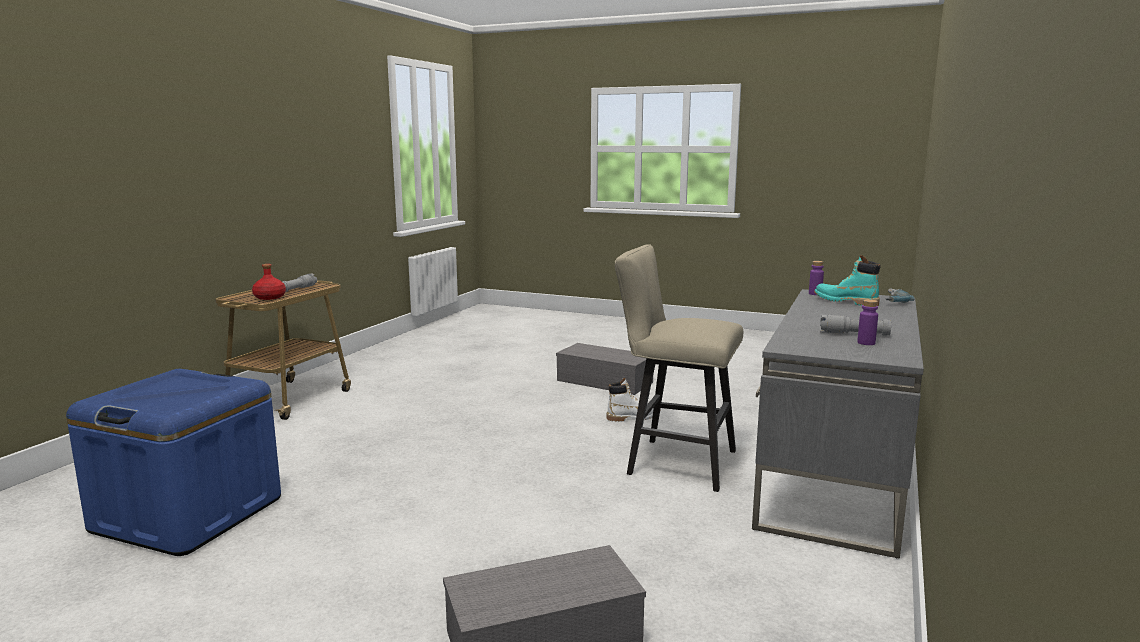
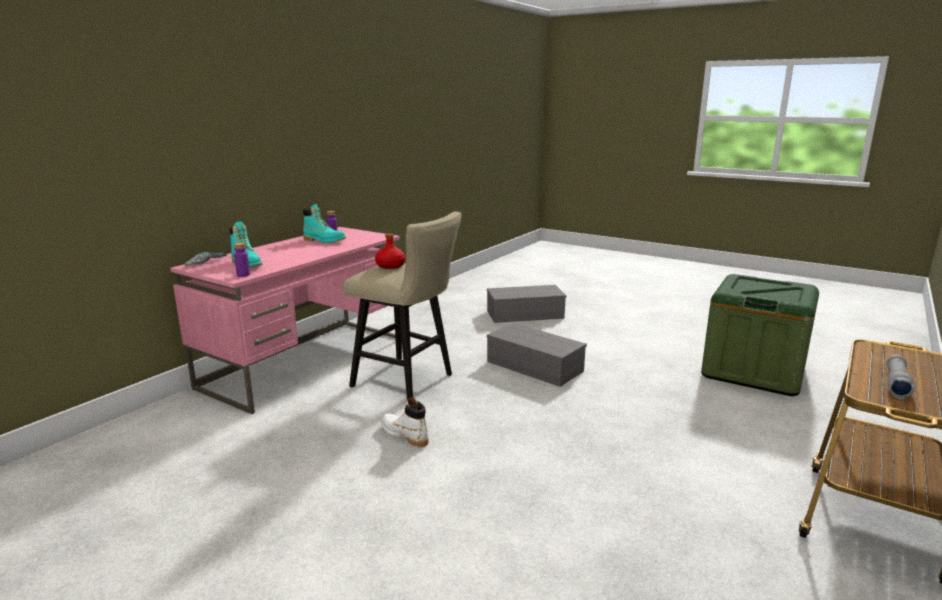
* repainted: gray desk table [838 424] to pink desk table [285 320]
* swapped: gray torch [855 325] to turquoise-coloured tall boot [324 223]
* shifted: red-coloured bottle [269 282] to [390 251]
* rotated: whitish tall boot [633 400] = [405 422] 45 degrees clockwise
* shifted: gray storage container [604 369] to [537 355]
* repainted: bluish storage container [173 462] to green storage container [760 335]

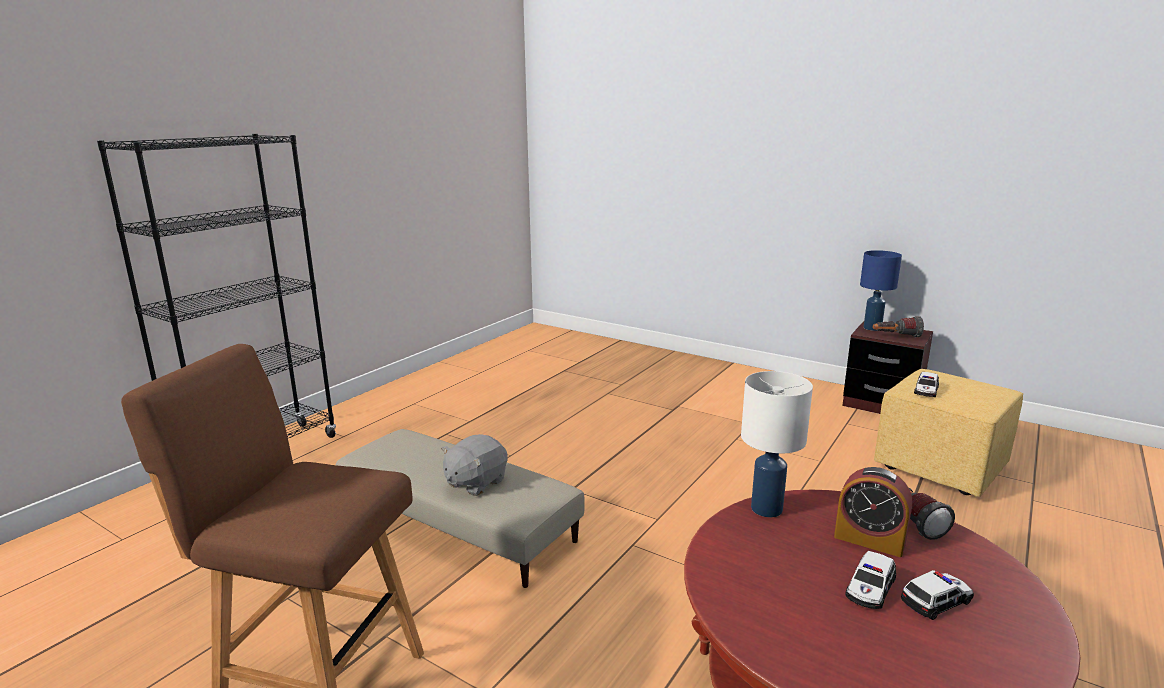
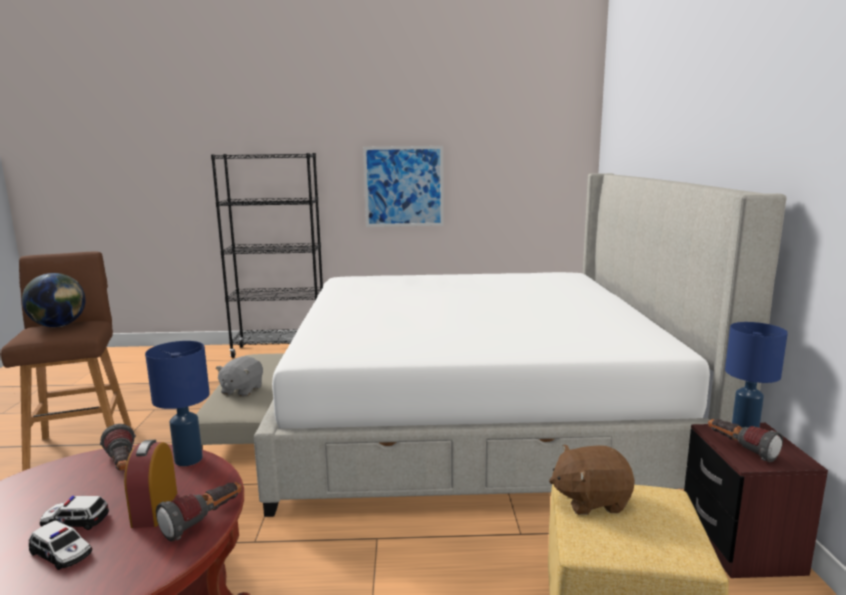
* new: globe [53 300]
* new: torch [118 447]
* repainted: whitish tabletop lamp [777 444] to bluish tabletop lamp [177 403]
* rotated: gray cuddly toy [474 465] = [239 376] 75 degrees counterclockwise
* new: sleeping bed [519 345]
* new: wall art [403 186]
* swapped: miniature car [926 384] to brown cuddly toy [592 479]

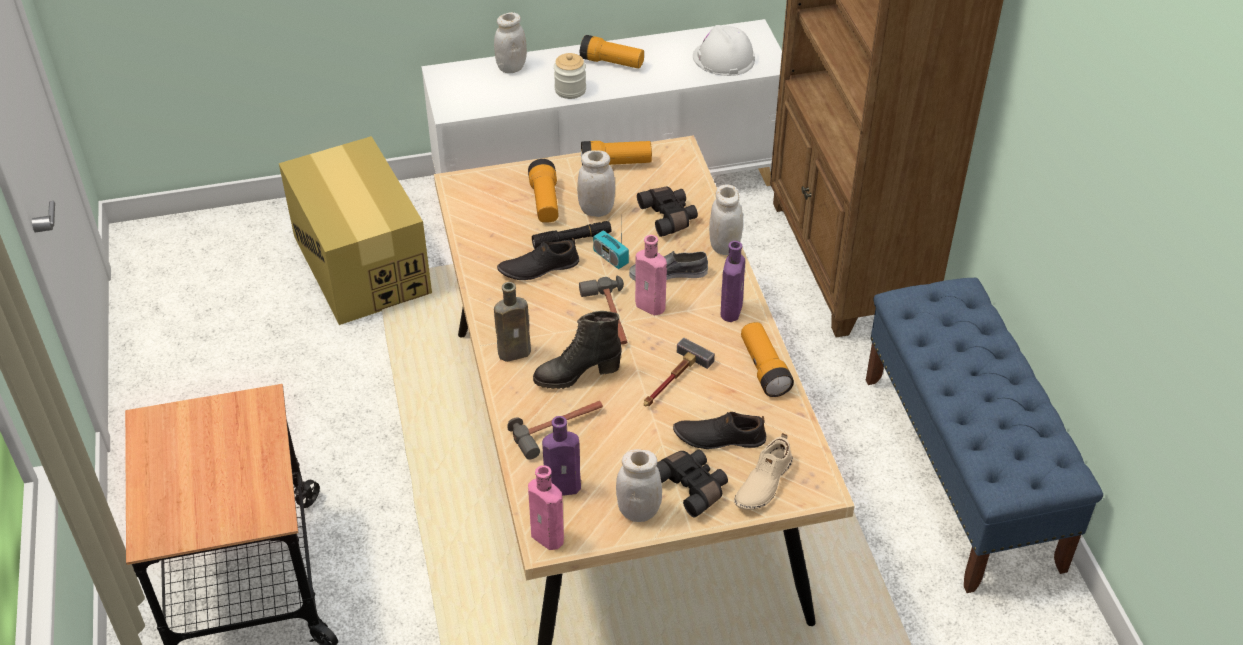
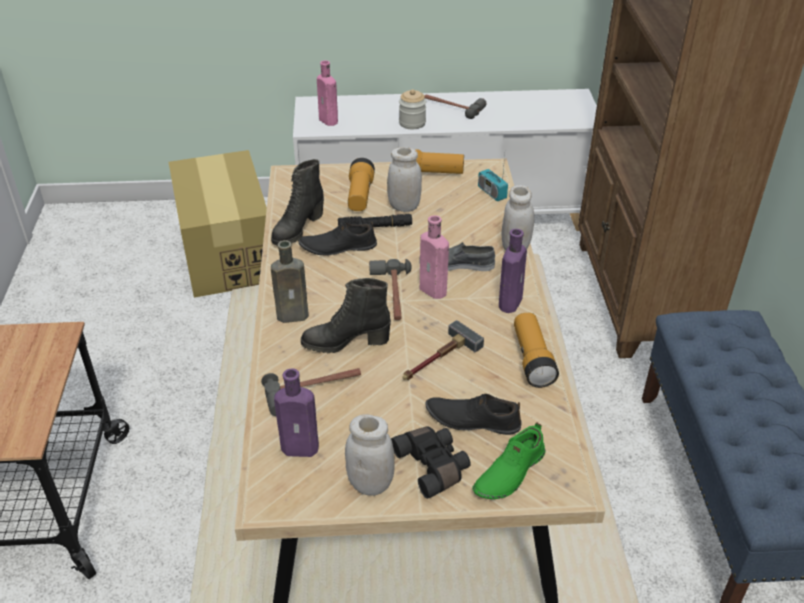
* new: blackish tall boot [297 202]
* shifted: pink bottle [546 507] to [327 93]
* swapped: torch [612 52] to hand hammer [455 106]
* repainted: beige item of footwear [763 471] to green item of footwear [508 460]
* shifted: radio receiver [611 245] to [493 178]
* gone: whitish preserve jar [510 42]
* gone: blackish pair of binoculars [667 212]
* gone: whitish safety helmet [724 50]

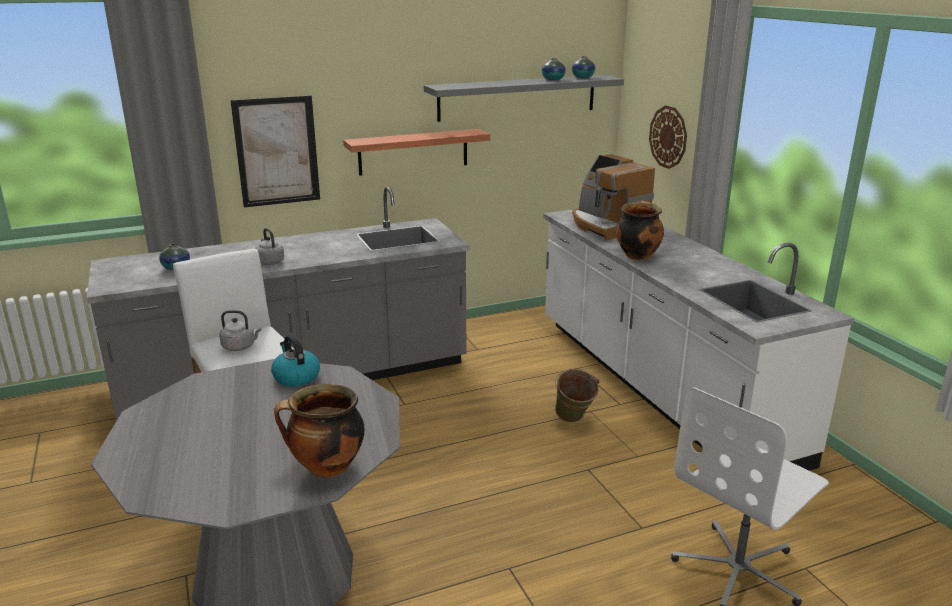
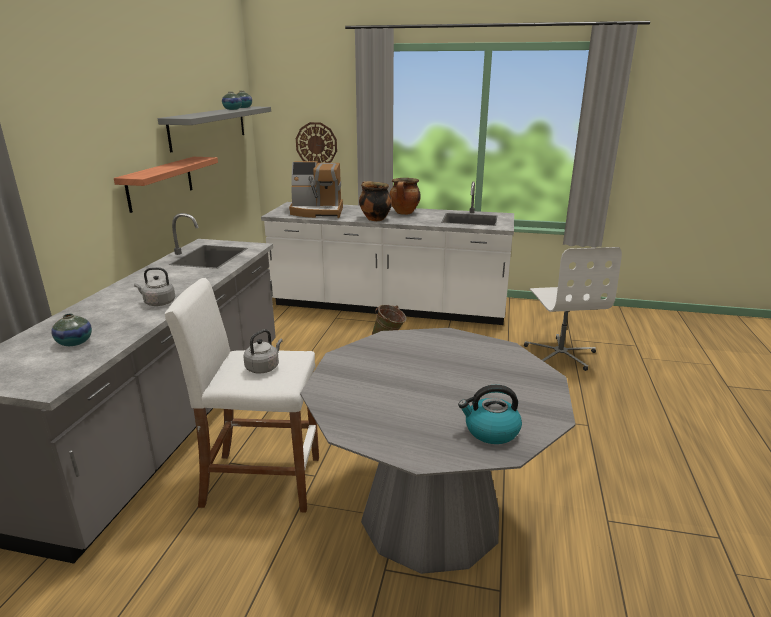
* shifted: stockpot [319 430] to [405 196]
* shifted: kettle [295 361] to [490 414]
* gone: wall art [275 151]

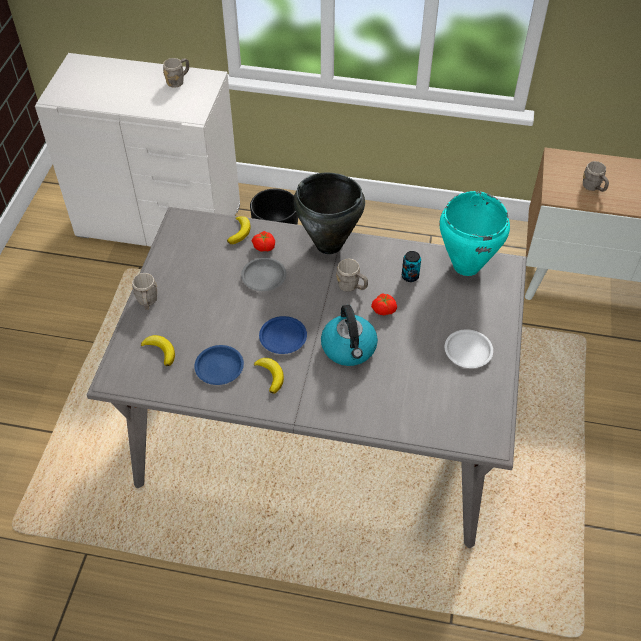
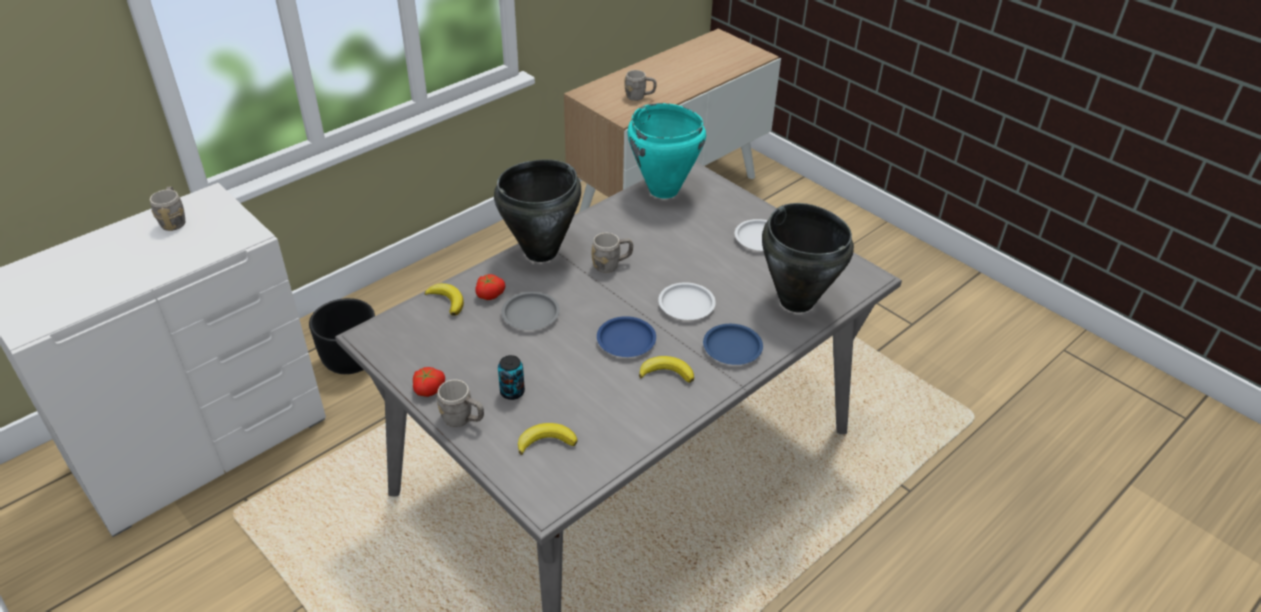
* shifted: whole tomato [384 304] to [429 382]
* shifted: can [411 266] to [511 377]
* swapped: kettle [349 335] to whitish flat dish [687 301]
* shifted: bluish flat dish [219 365] to [733 344]
* new: blackish stockpot [808 257]

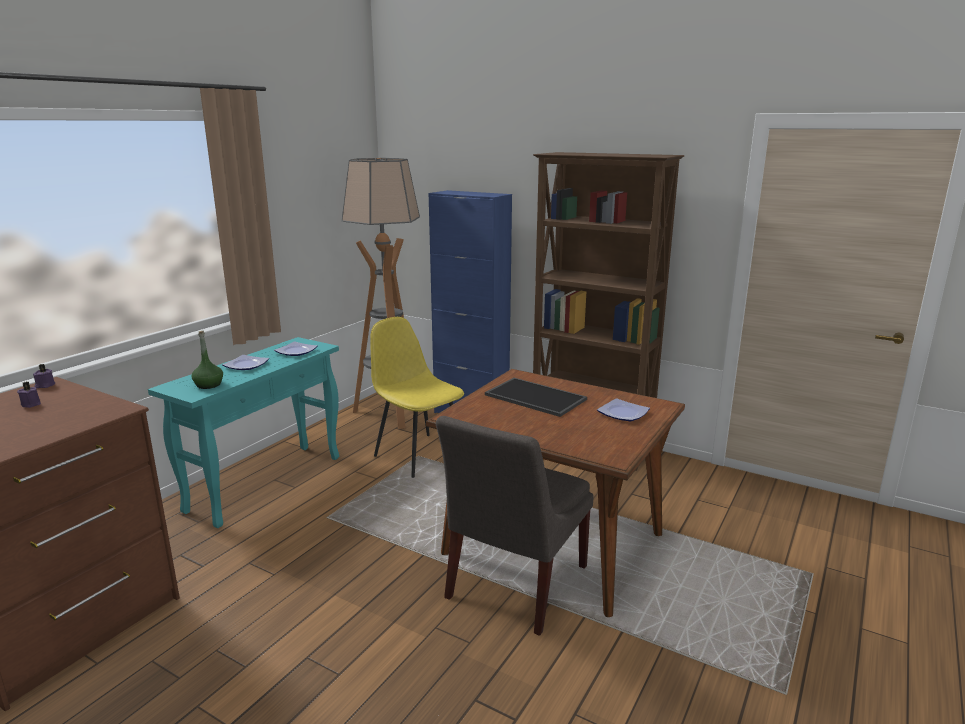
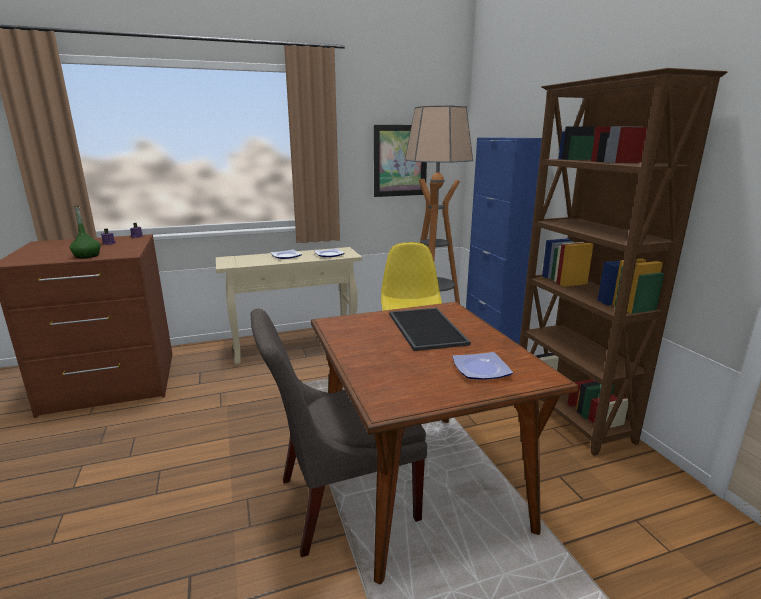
* shifted: green bottle [207 360] to [85 231]
* repainted: turquoise-coloured console table [243 432] to beige console table [289 306]
* new: wall art [400 161]

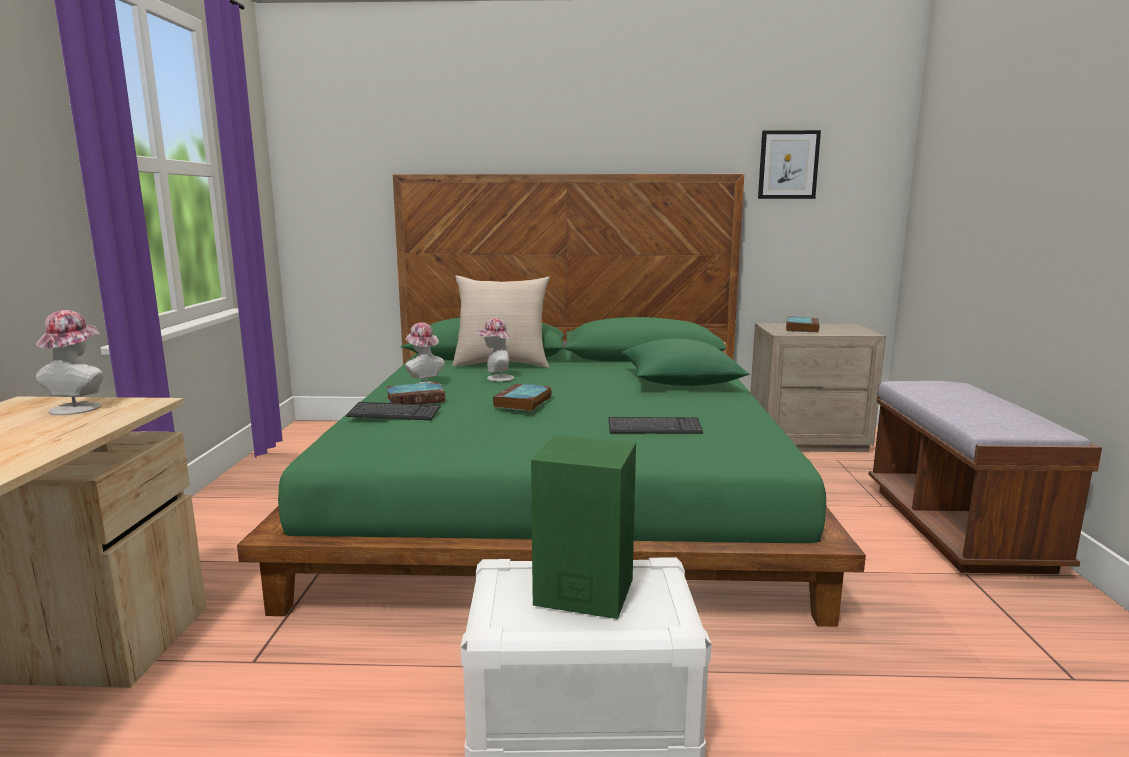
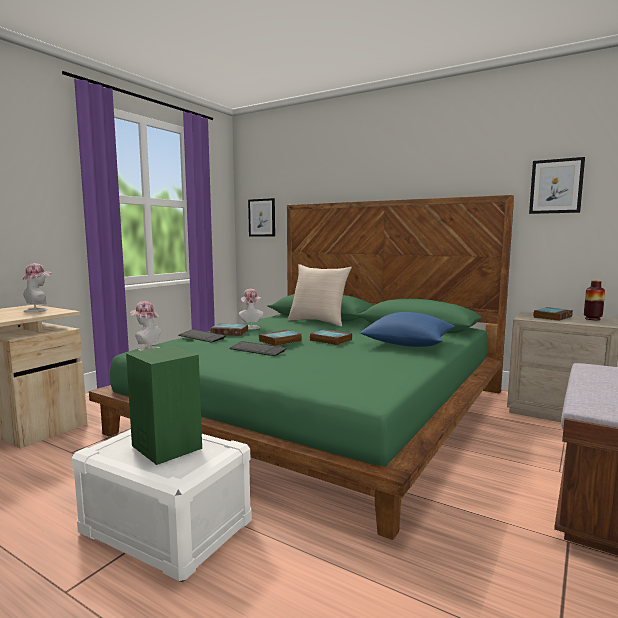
* shifted: hat [495 350] to [145 326]
* shifted: keyboard [655 425] to [258 348]
* new: wall art [261 217]
* new: book [330 337]
* repainted: green pillow [686 362] to bluish pillow [407 329]
* new: decorative vase [594 300]

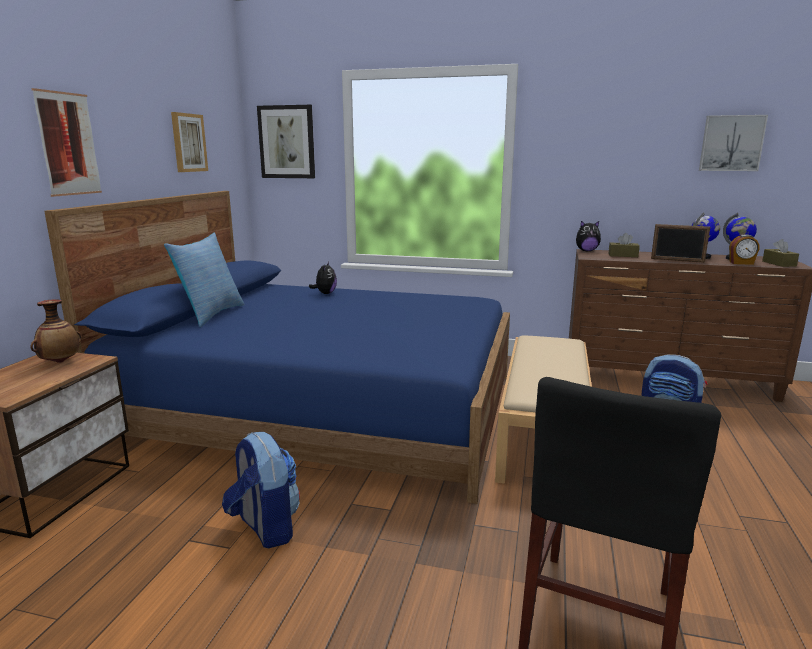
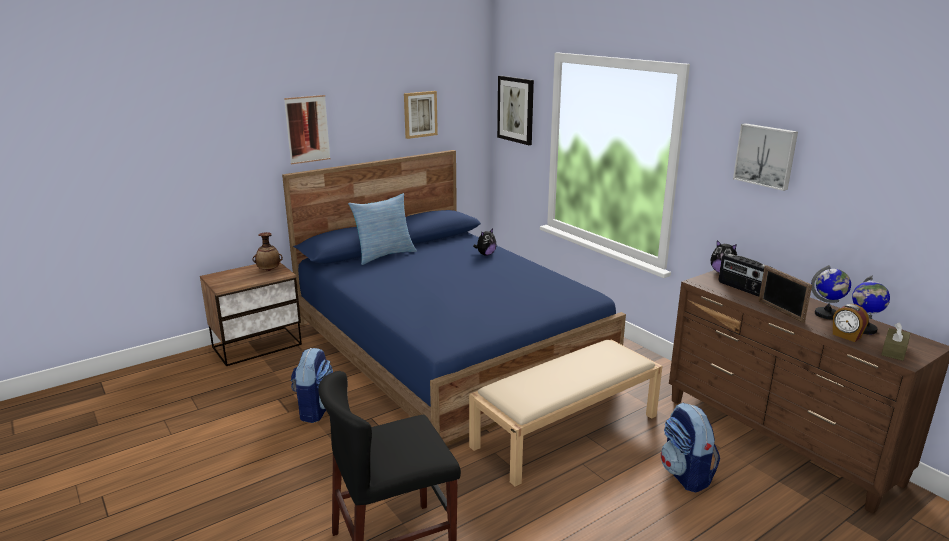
* swapped: brown box of tissues [624 245] to radio receiver [744 275]
* shifted: wall art [733 143] to [765 157]

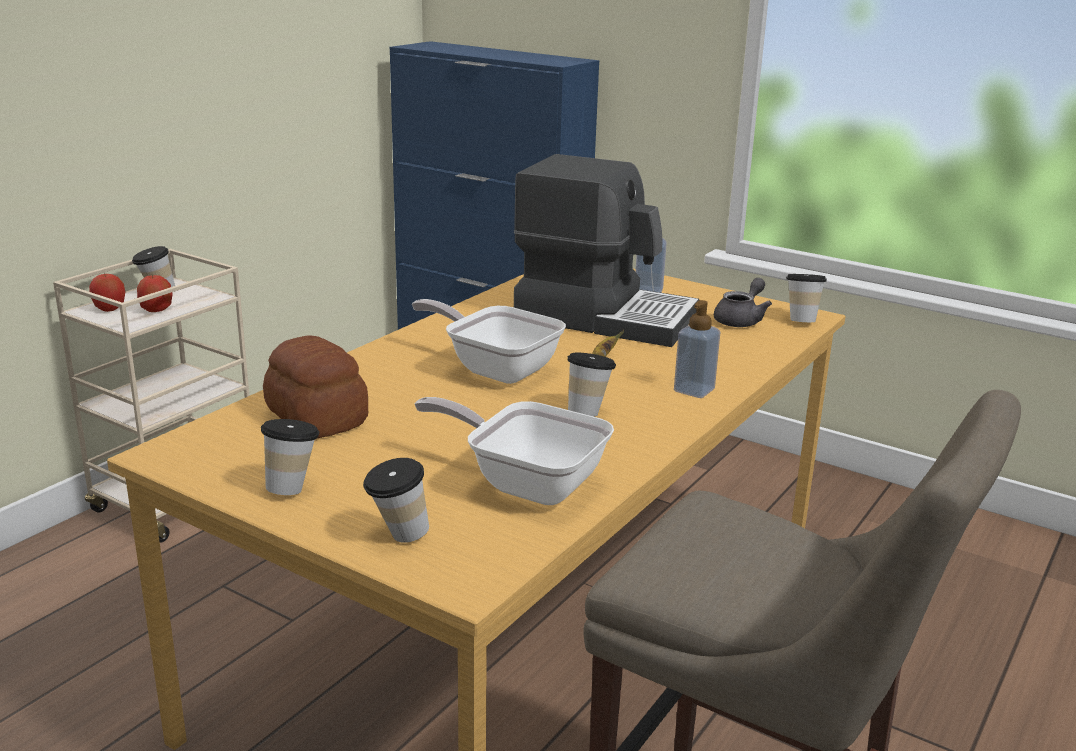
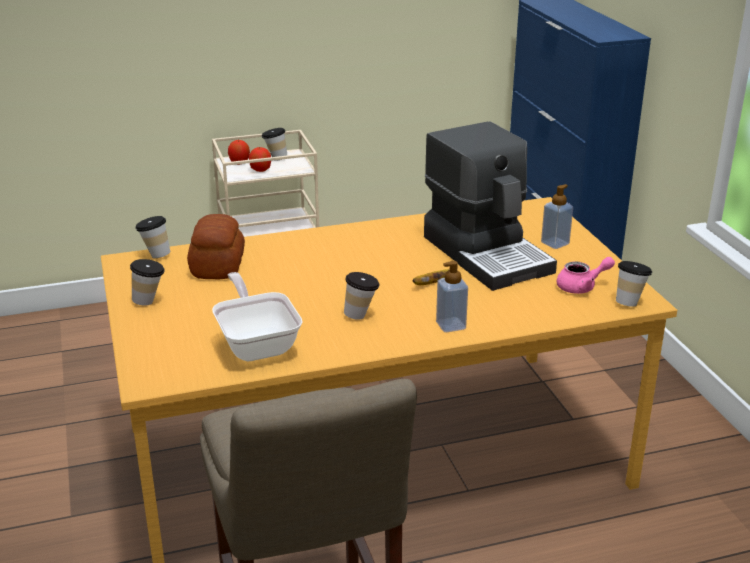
* shifted: cup [396 500] to [152 237]
* repainted: gray teapot [743 302] to pink teapot [586 275]
* gone: pan [489 341]

